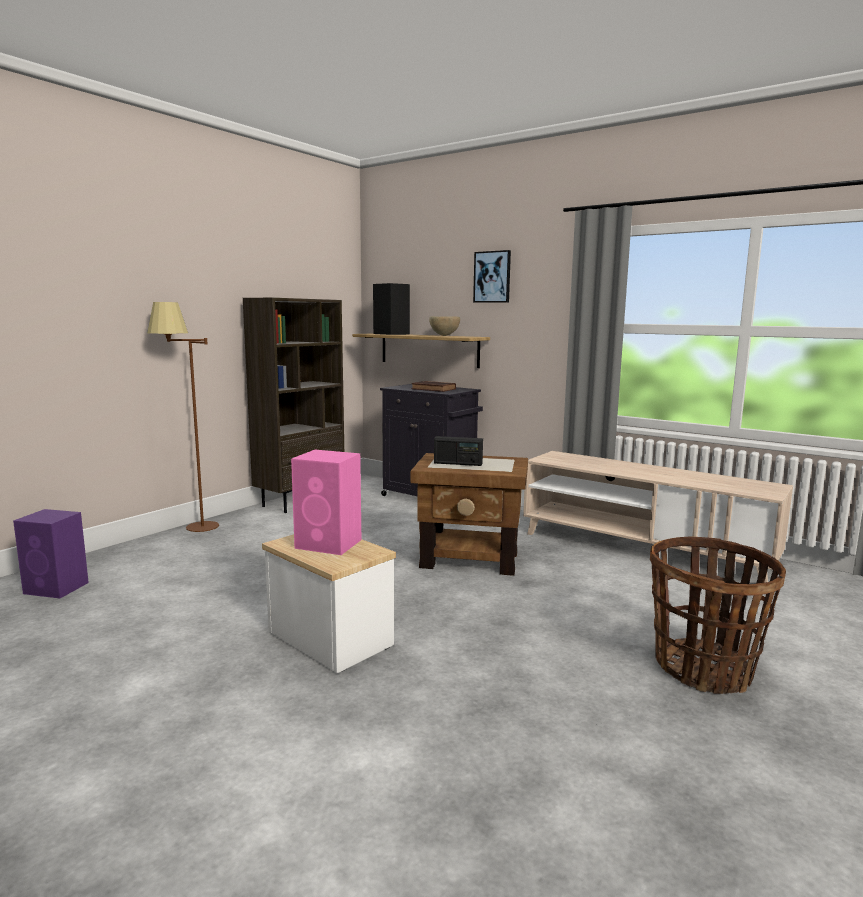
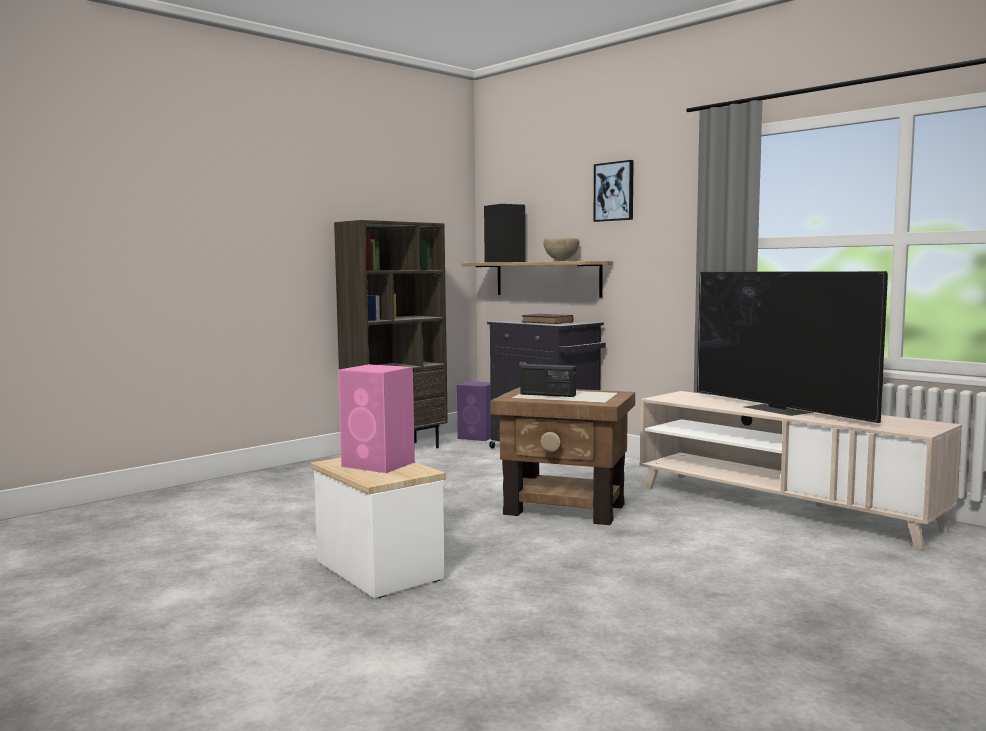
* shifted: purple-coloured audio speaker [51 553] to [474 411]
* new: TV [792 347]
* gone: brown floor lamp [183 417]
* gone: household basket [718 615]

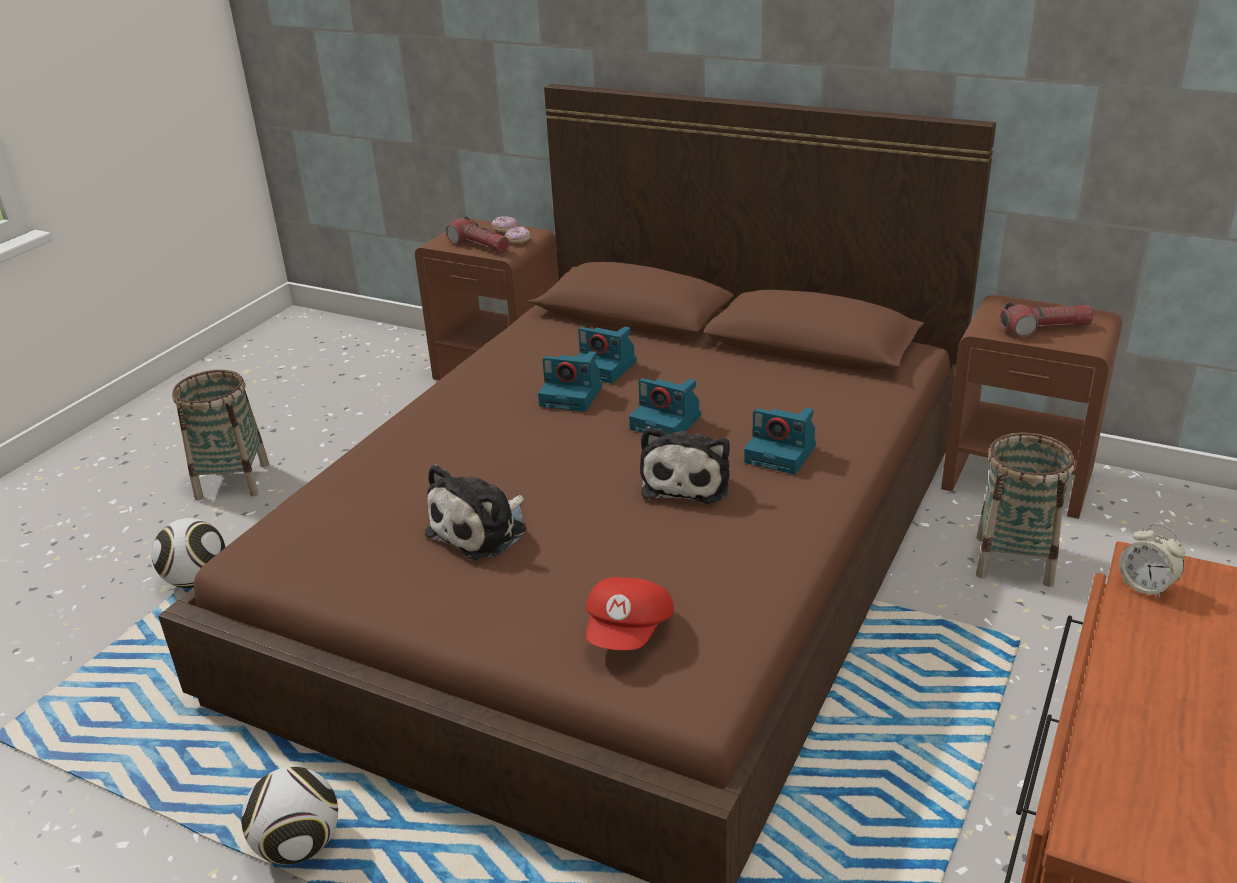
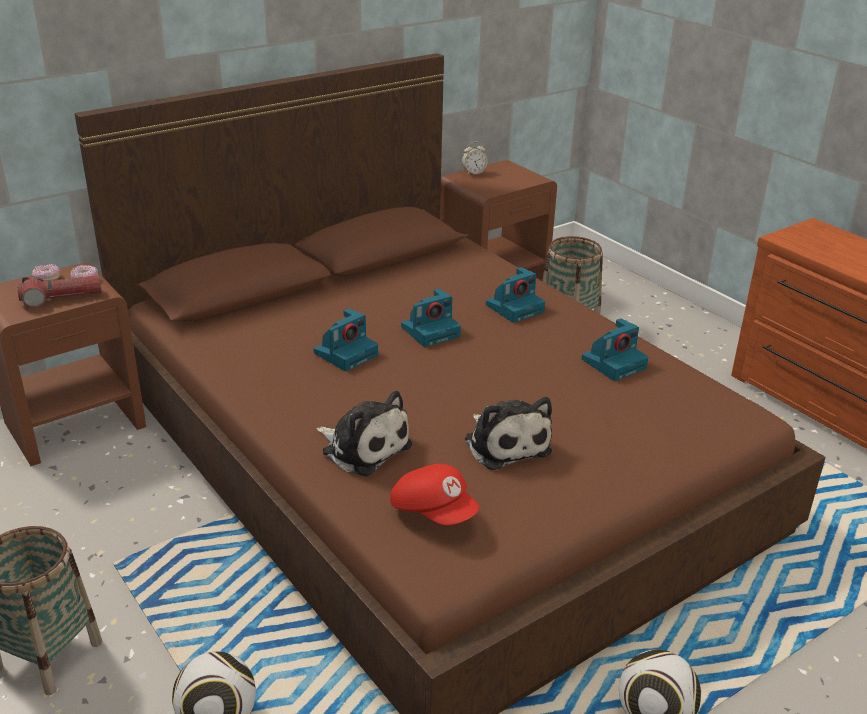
* shifted: cuddly toy [685 465] to [364 433]
* shifted: red-coloured baseball cap [630 613] to [435 494]
* shifted: table clock [1152 561] to [475 158]
* shifted: still camera [606 355] to [615 349]
* gone: torch [1046 319]

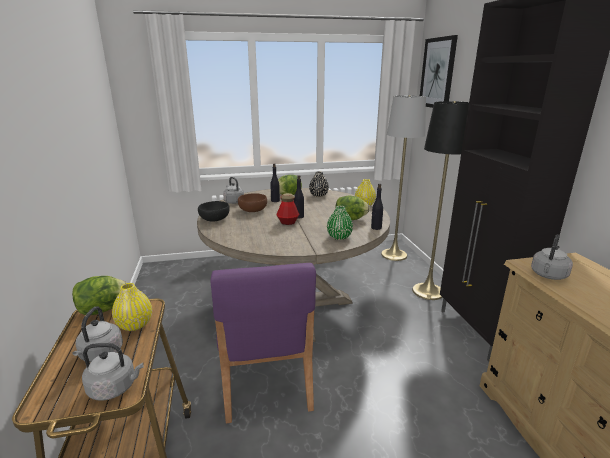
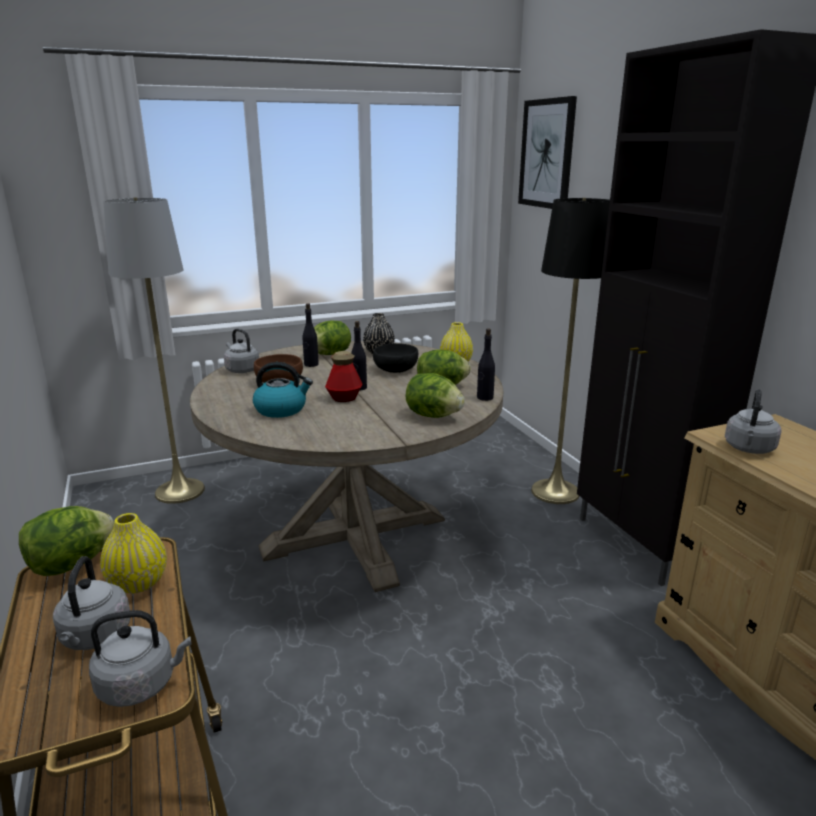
* shifted: gray floor lamp [403 178] to [154 351]
* new: kettle [283 390]
* shifted: blackish serving bowl [214 211] to [395 358]
* swapped: green decorative vase [340 223] to lettuce [435 395]
* gone: purple-coloured chair [263 343]

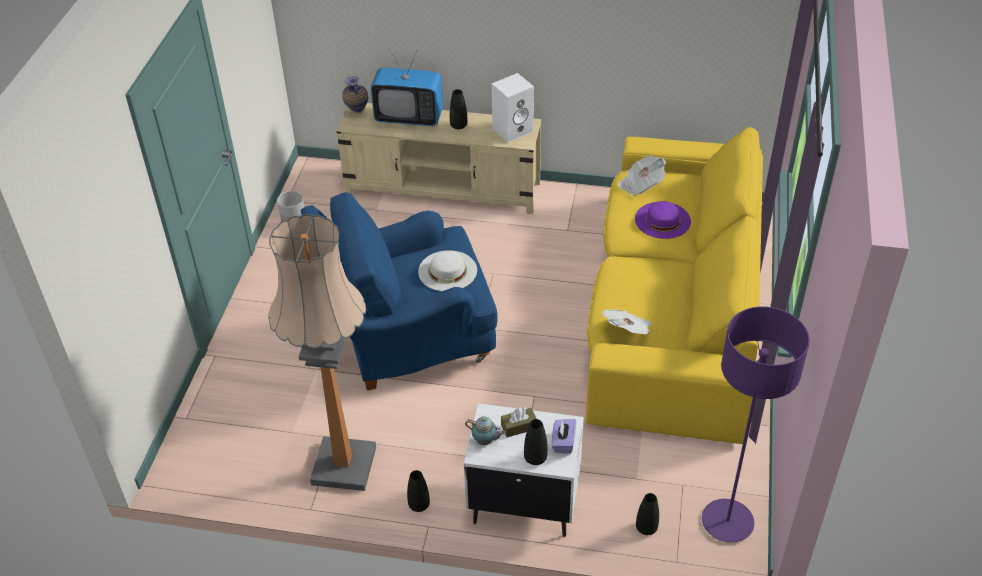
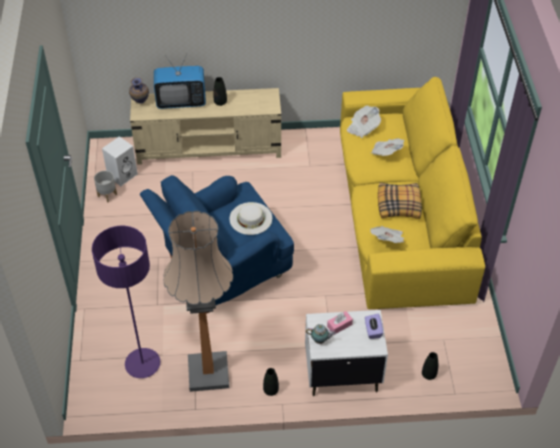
* shifted: purple-coloured floor lamp [756 424] to [126 302]
* shifted: whitish audio speaker [513 108] to [120 161]
* repainted: brown box of tissues [519 422] to pink box of tissues [340 323]
* swapped: purple-coloured hat [663 220] to daily paper [388 147]
* new: pillow [400 201]
* gone: blackish decorative vase [536 442]

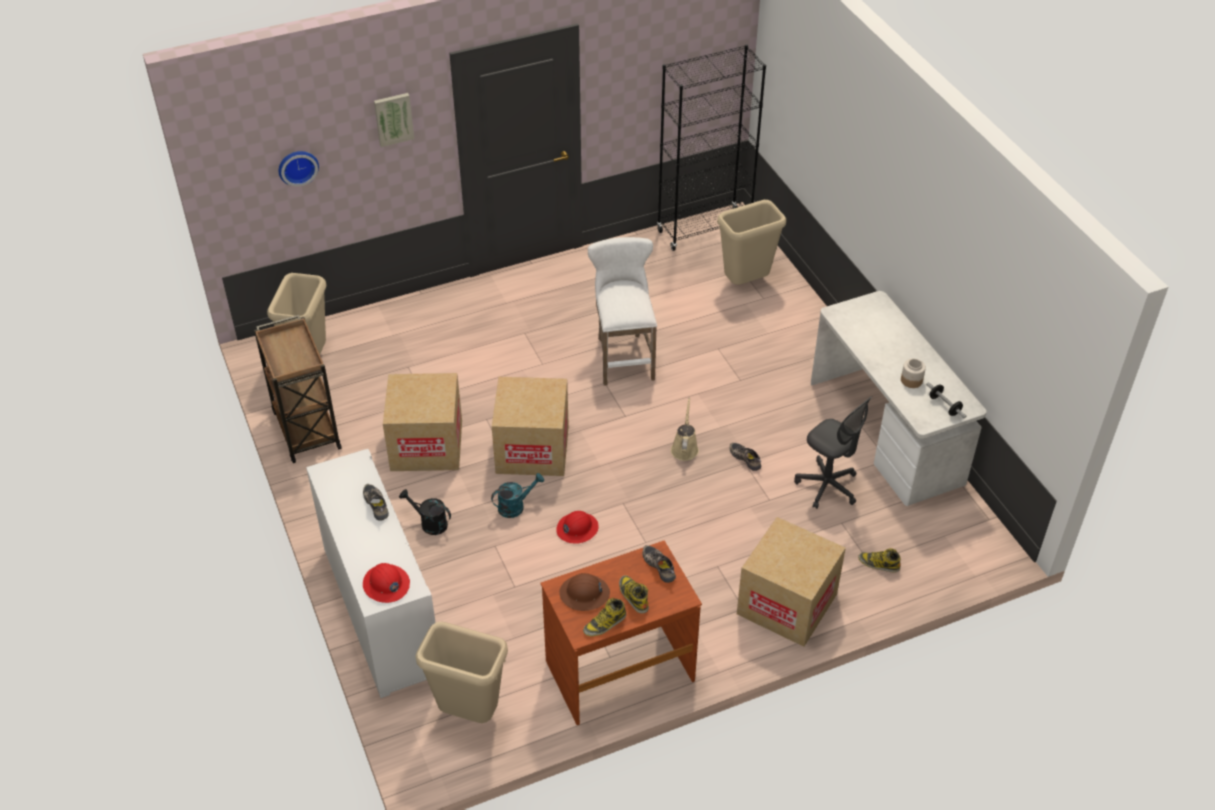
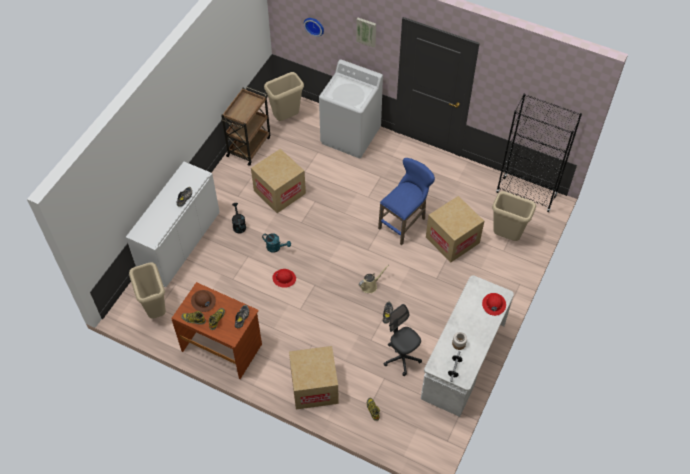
* new: whitish washing machine [351 108]
* repainted: whitish stool seat [622 311] to bluish stool seat [406 201]
* rotated: gray computer chair [833 452] = [403 340] 135 degrees clockwise
* shifted: packing box [530 426] to [455 229]
* shifted: red-coloured safety helmet [386 583] to [494 304]

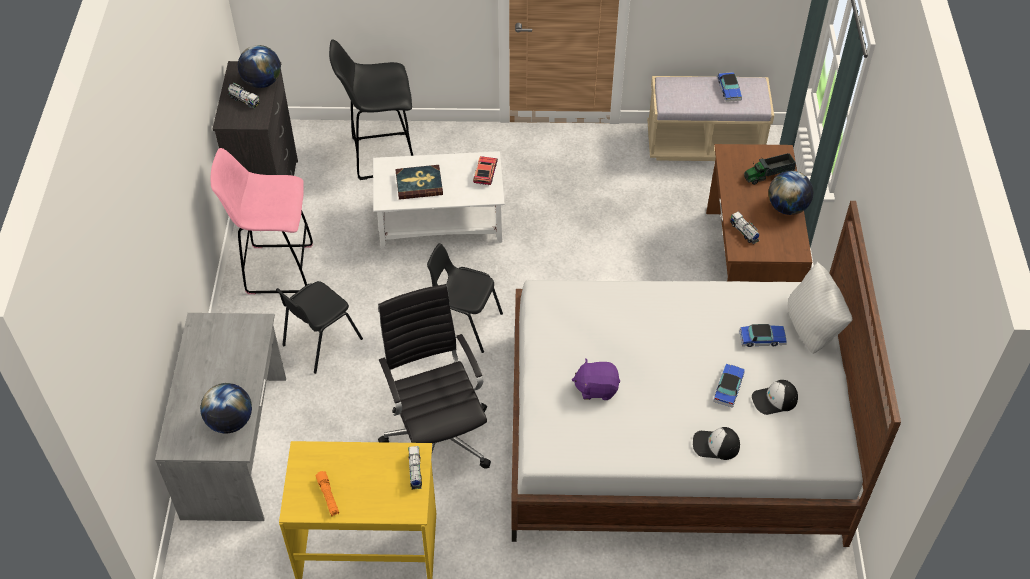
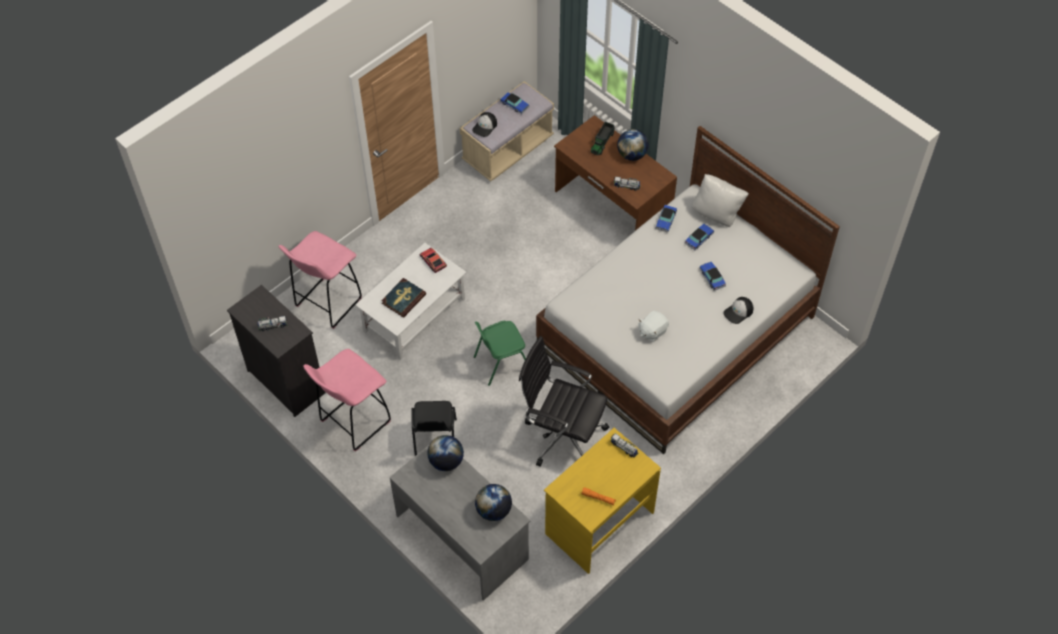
* repainted: blackish stool seat [371 109] to pink stool seat [320 280]
* shifted: globe [259 66] to [445 453]
* shifted: baseball cap [775 397] to [484 124]
* repainted: blackish chair [465 298] to green chair [500 353]
* repainted: purple-coloured cuddly toy [596 379] to whitish cuddly toy [654 326]
* new: miniature car [666 219]

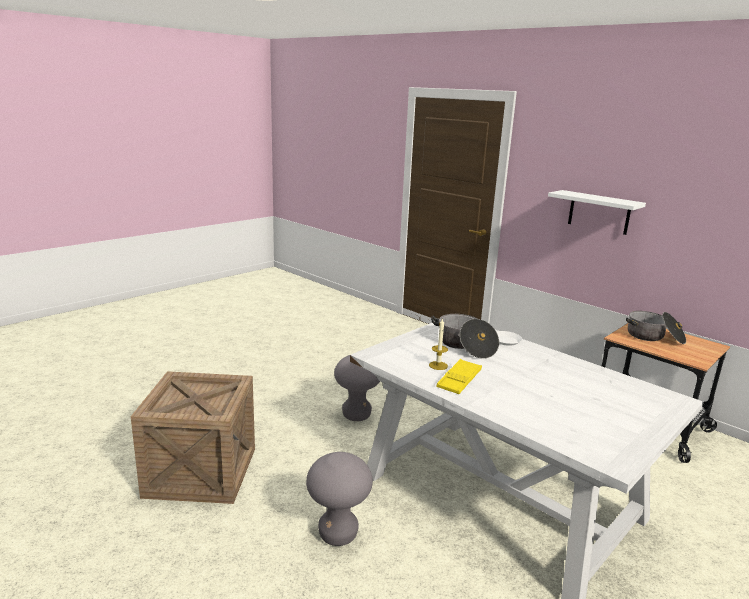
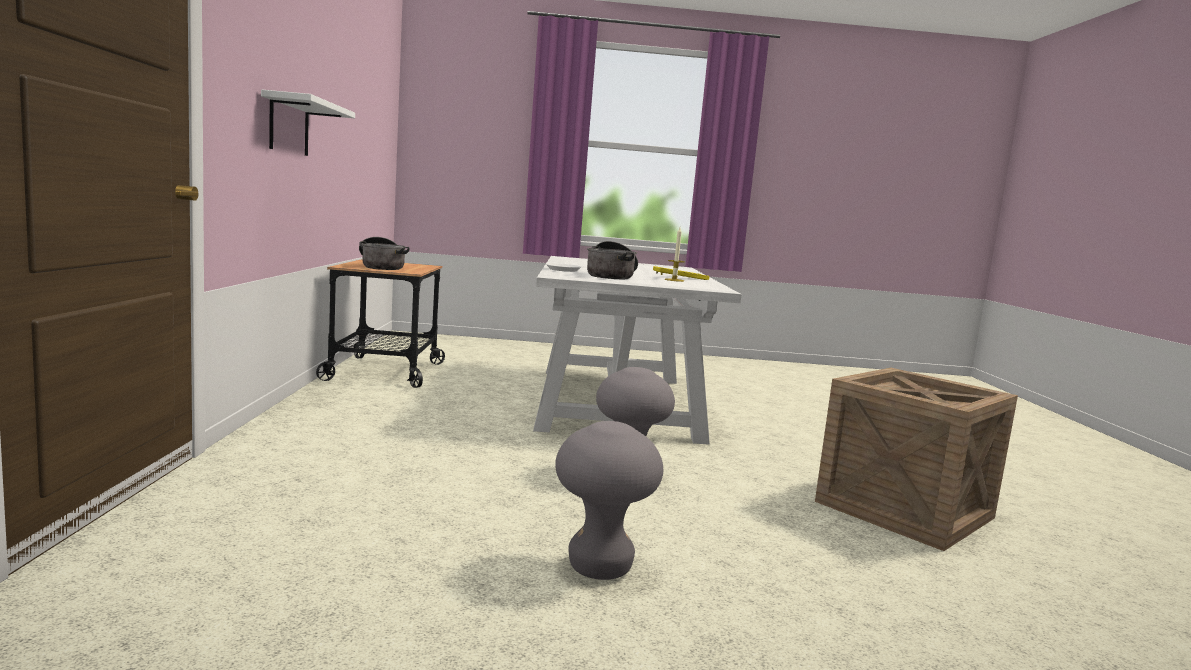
* shifted: gray stool seat [339 499] to [609 500]

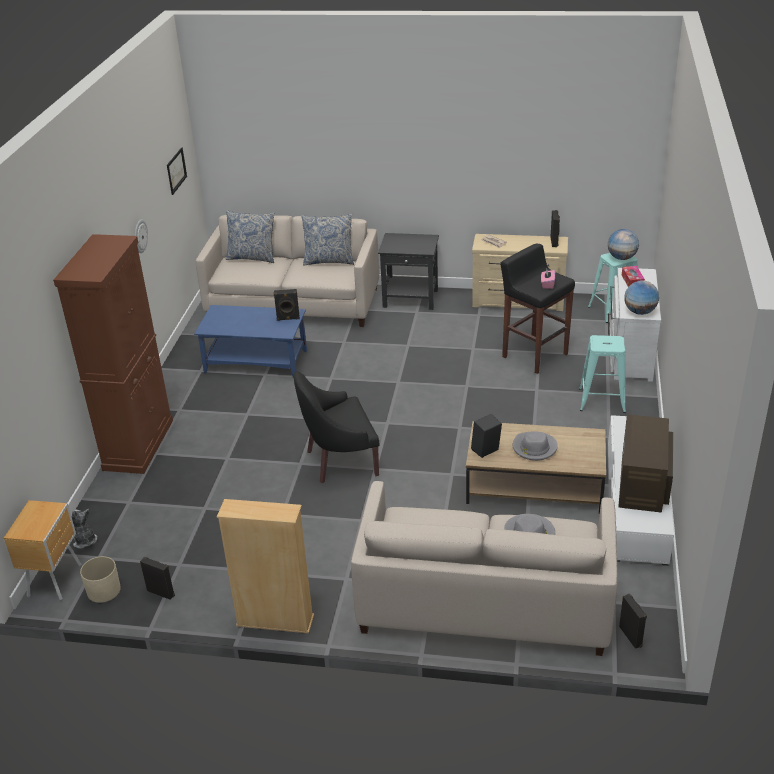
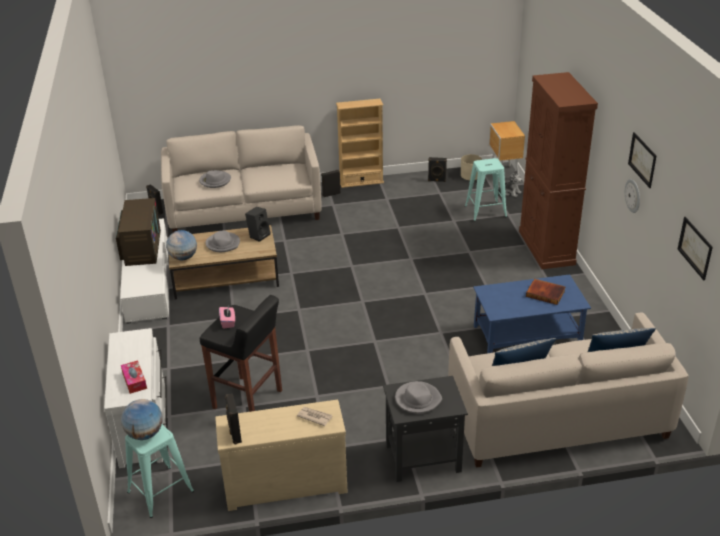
* shifted: globe [641 297] to [181 245]
* shifted: blackish audio speaker [287 305] to [331 183]
* new: gray hat [418 397]
* shifted: turquoise-coloured stool seat [602 374] to [486 189]
* new: book [545 292]
* new: wall art [642 160]
* gone: blackish armchair [337 427]

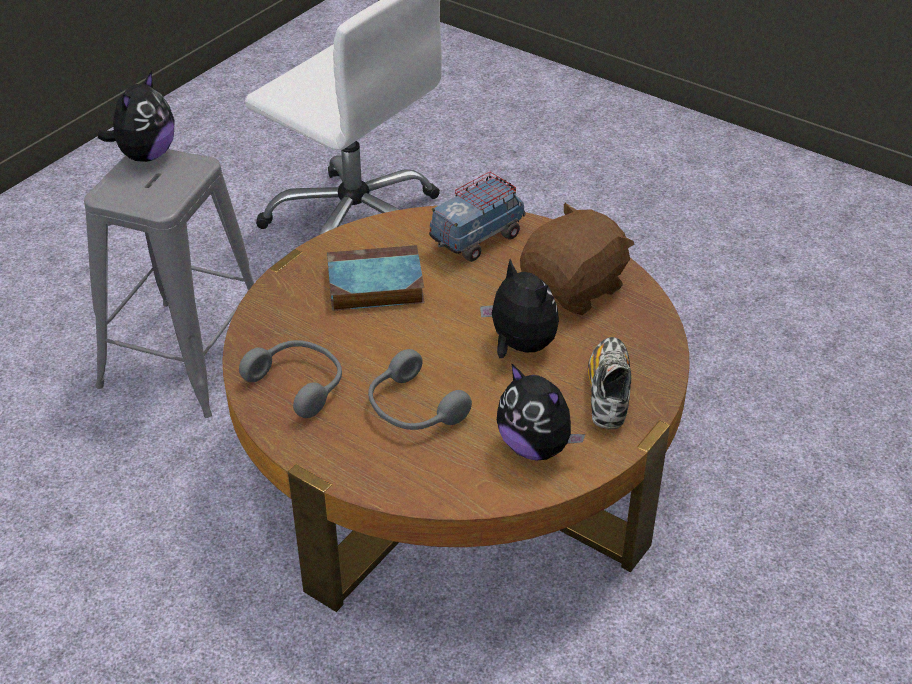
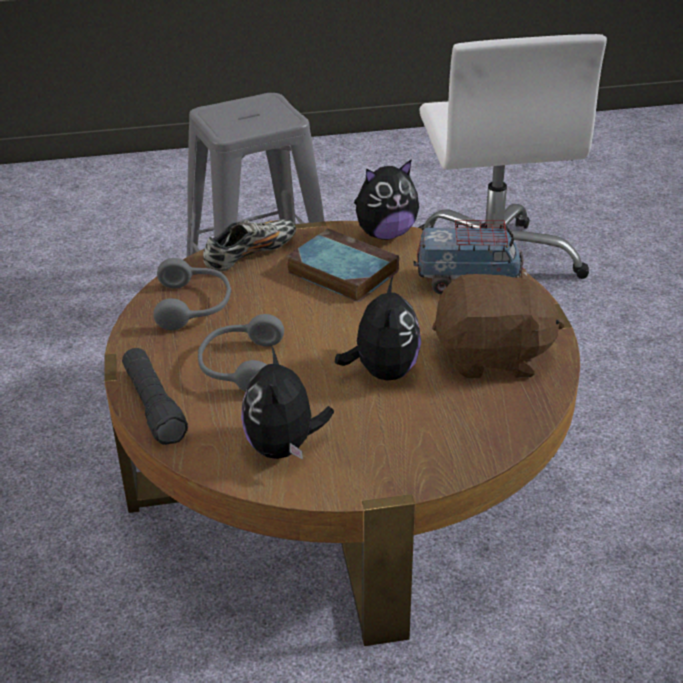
* new: blackish torch [155 396]
* shifted: item of footwear [609 383] to [249 245]
* shifted: cuddly toy [136 116] to [386 199]

